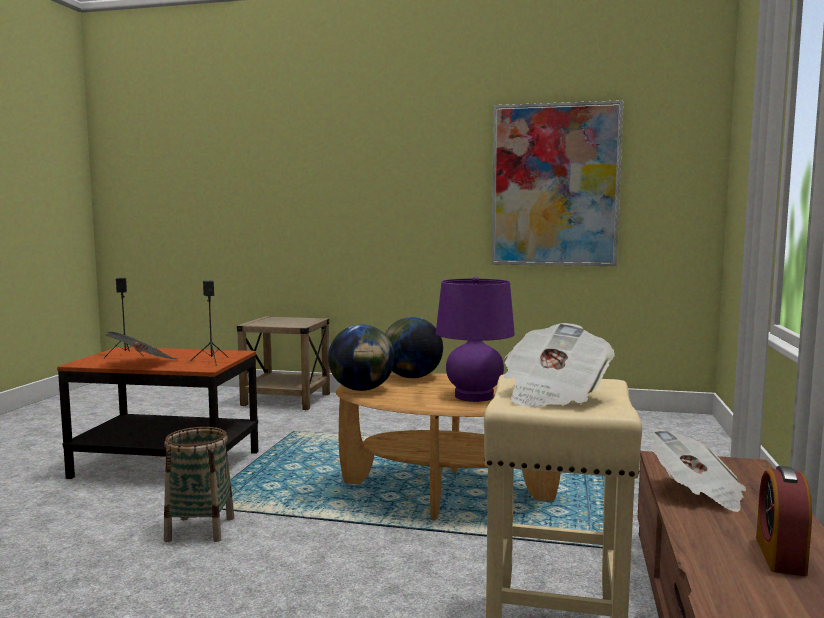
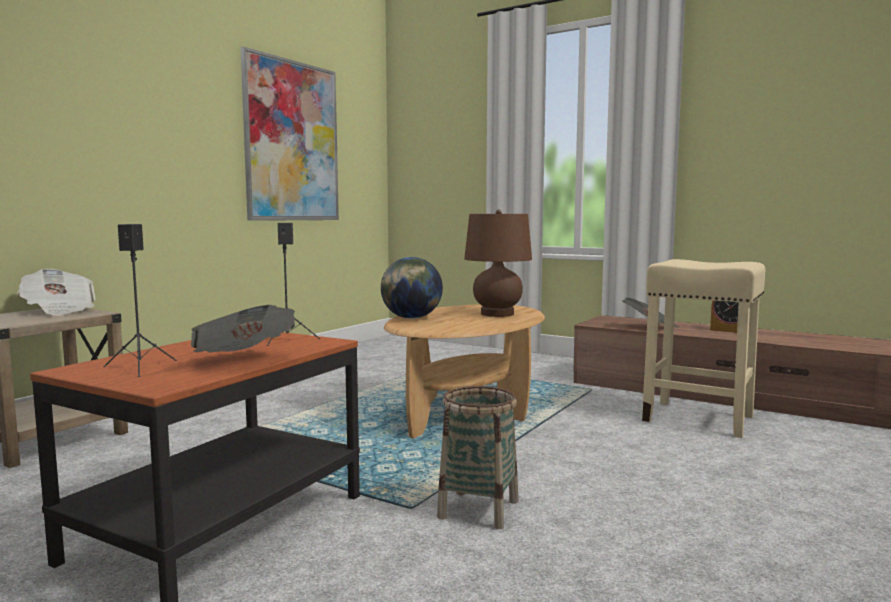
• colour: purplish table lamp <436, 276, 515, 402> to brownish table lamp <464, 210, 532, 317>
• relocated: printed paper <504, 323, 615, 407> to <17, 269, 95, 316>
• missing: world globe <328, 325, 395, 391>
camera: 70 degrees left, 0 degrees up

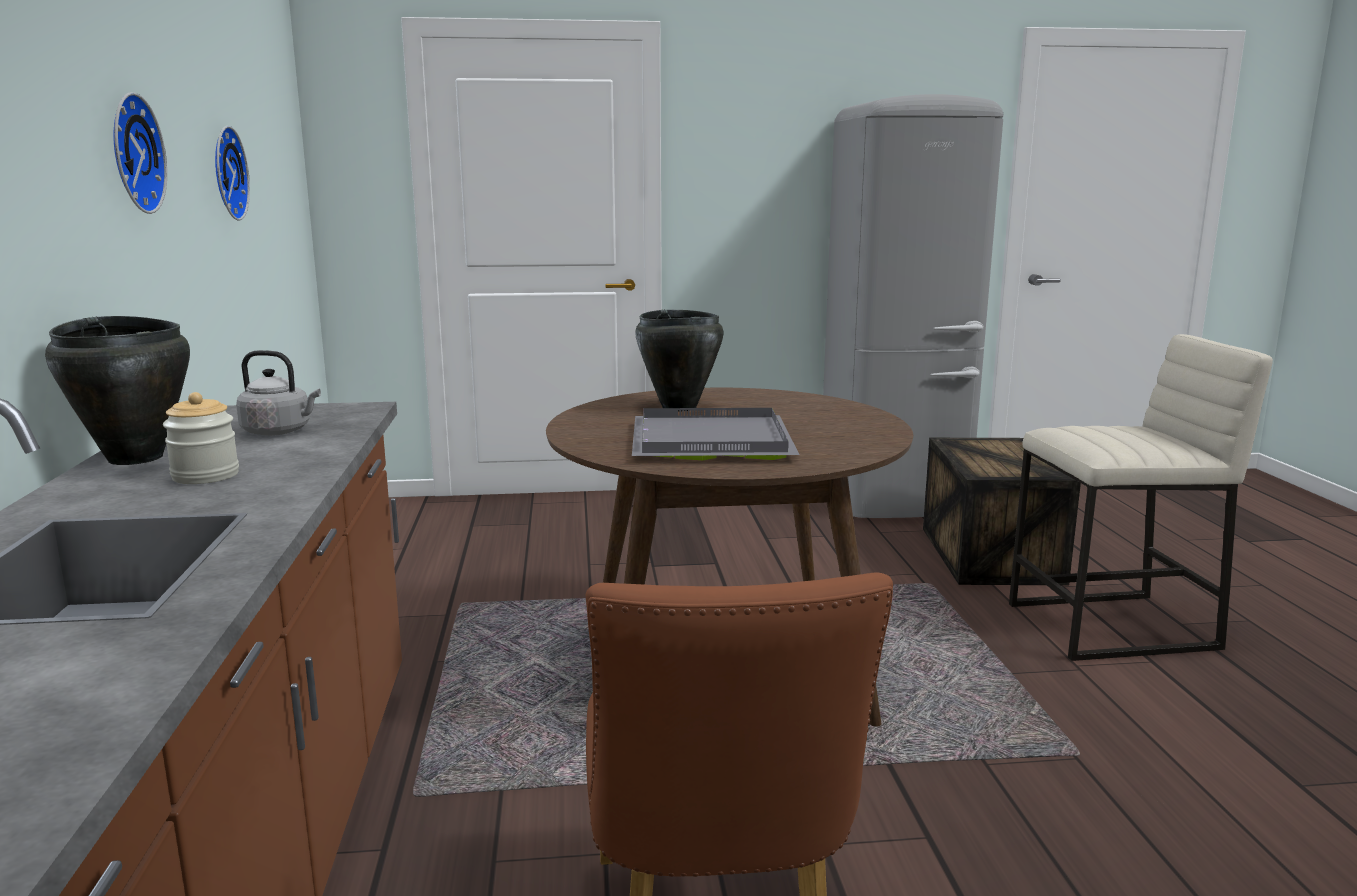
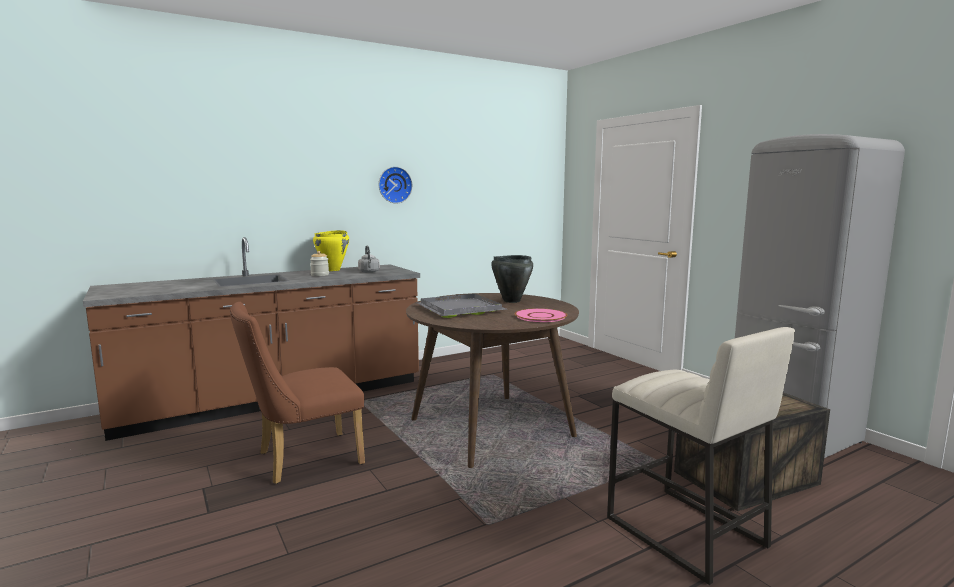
• missing: hanging clock <215, 126, 250, 221>
• colour: black-coloured stockpot <45, 316, 190, 465> to yellow stockpot <313, 230, 349, 271>
• appeared: pink plate <515, 308, 567, 322>
camera: 65 degrees right, 5 degrees down

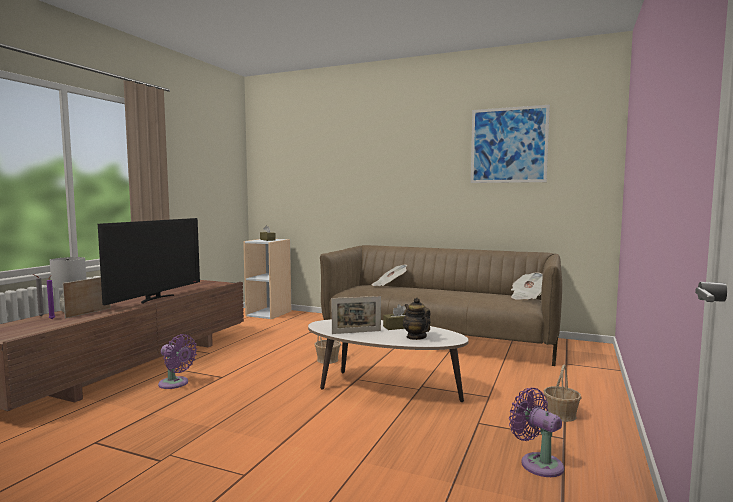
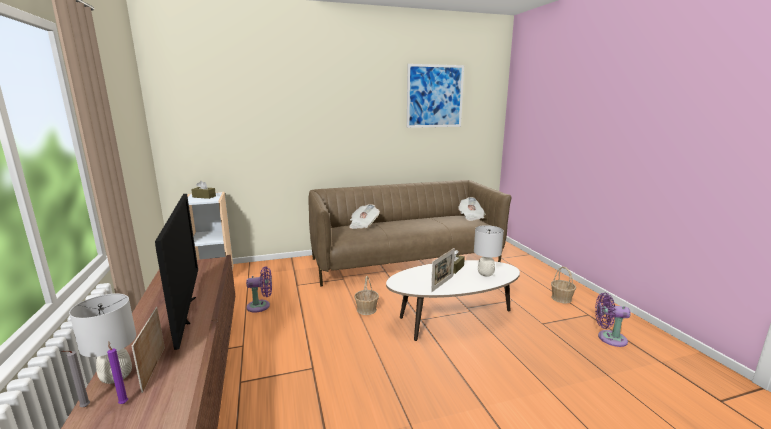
• exchanged: teapot <403, 297, 431, 340> to greyish table lamp <474, 225, 504, 277>
• relocated: purplish cooling fan <158, 334, 197, 389> to <246, 267, 272, 313>
camera: 40 degrees left, 10 degrees up

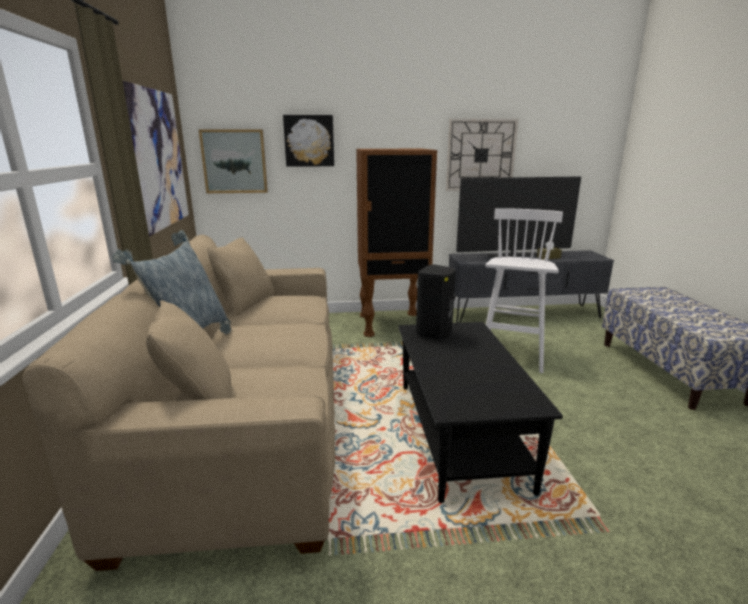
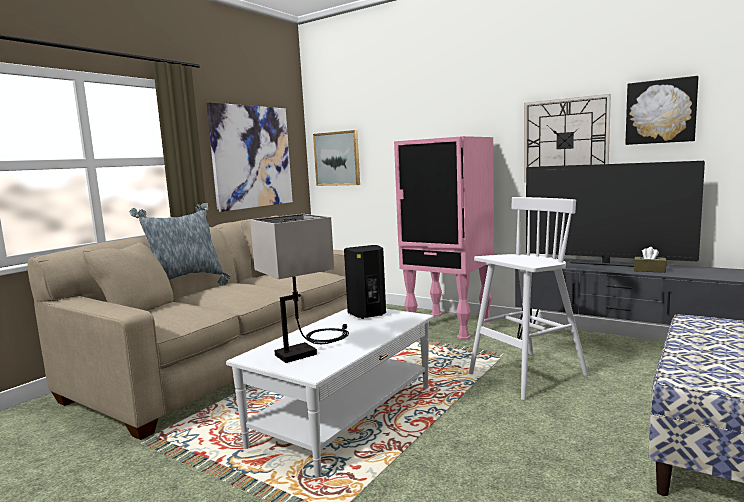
• relocated: wall picture <283, 115, 334, 167> to <625, 76, 699, 145>
• colour: brownish cupboard <356, 149, 437, 337> to pink cupboard <394, 136, 494, 340>
• colour: black-coloured low table <398, 322, 563, 503> to whitish low table <226, 309, 434, 477>
• appeared: table lamp <250, 214, 349, 363>
camera: 40 degrees right, 10 degrees down

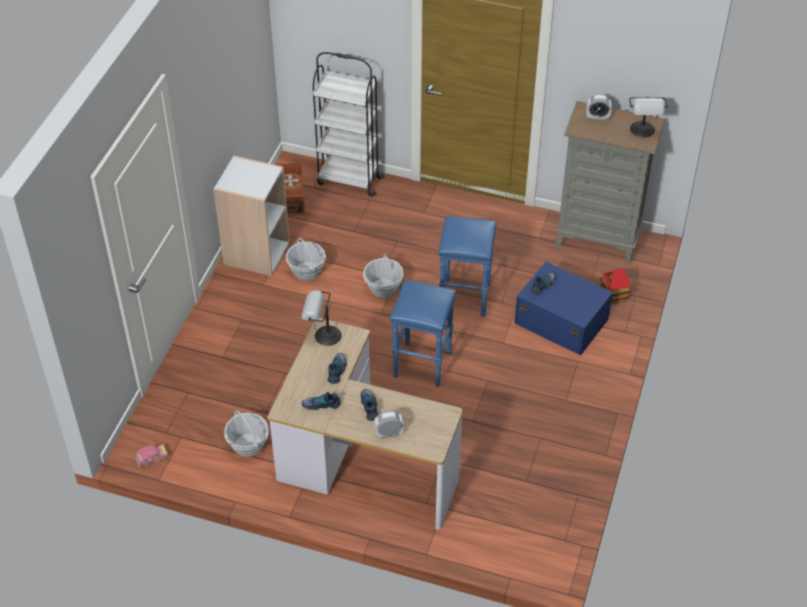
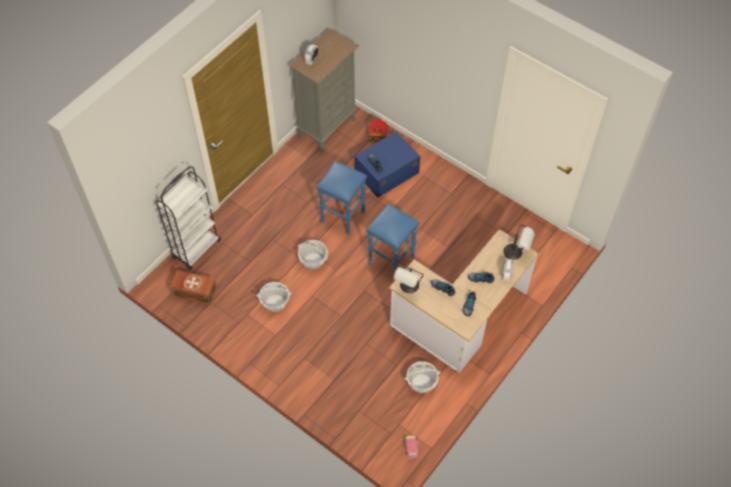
• relocated: table lamp <629, 97, 668, 137> to <503, 225, 535, 260>
• missing: bookcase <213, 156, 290, 276>
camera: 70 degrees left, 10 degrees up

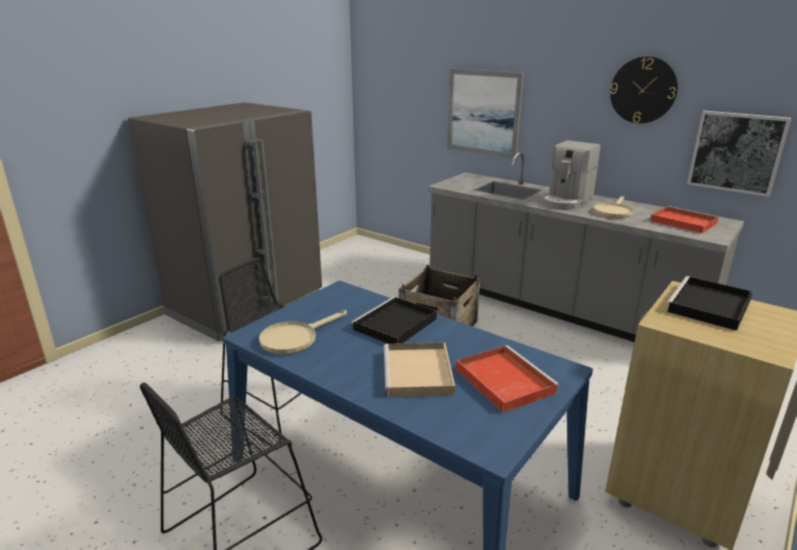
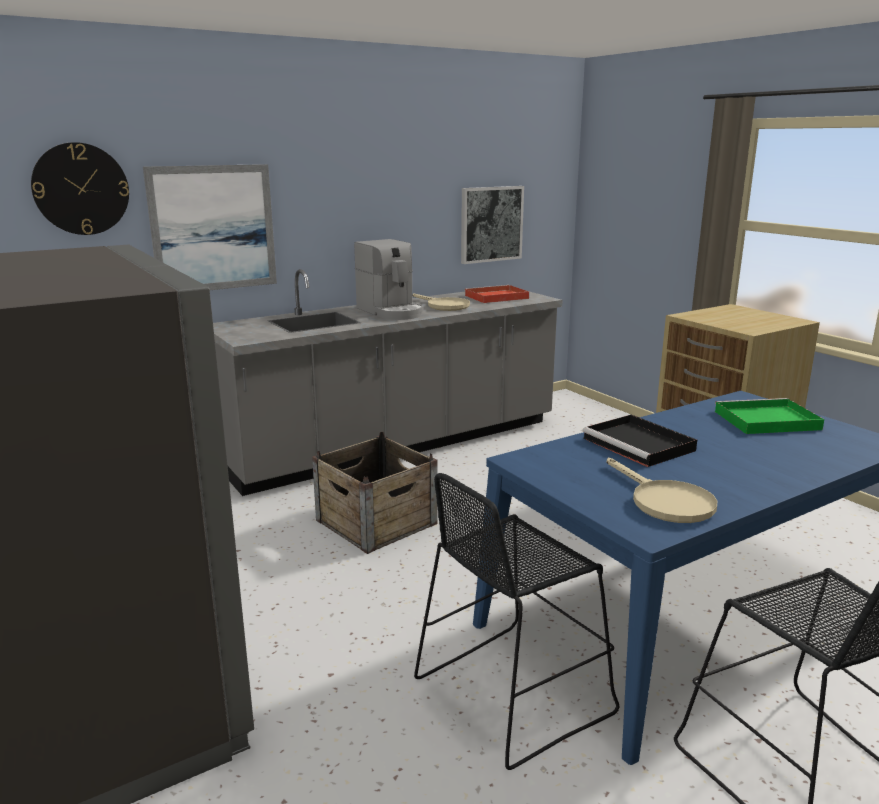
• relocated: hanging clock <610, 56, 678, 124> to <31, 142, 129, 235>
• missing: black-coloured serving tray <666, 276, 753, 331>
• missing: sand-coloured serving tray <384, 342, 455, 397>
• colour: reddish serving tray <456, 345, 559, 413> to green serving tray <715, 398, 824, 434>
camera: 70 degrees left, 5 degrees down

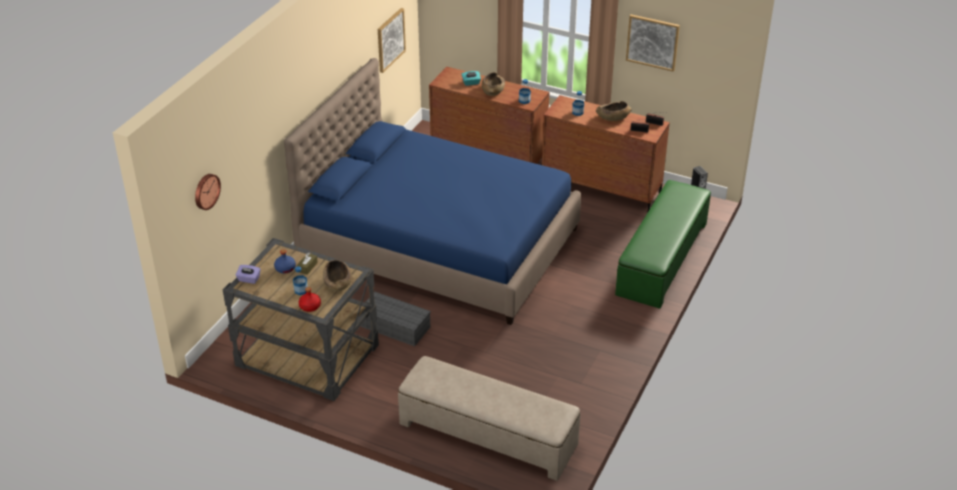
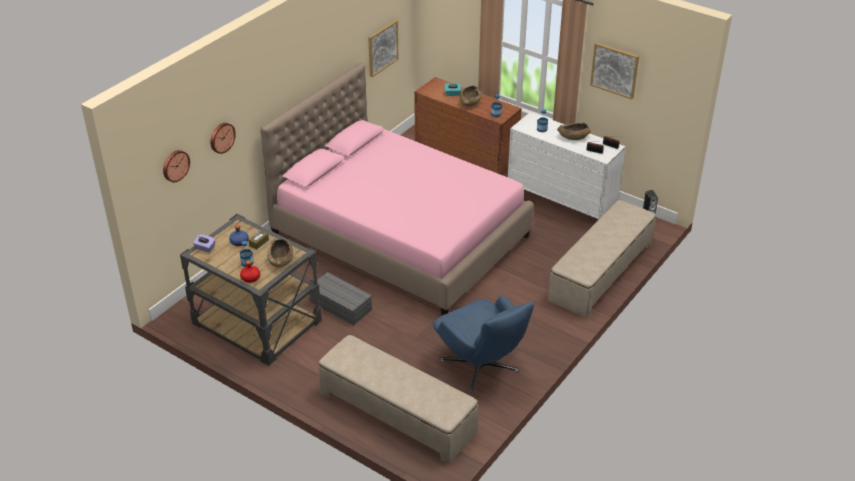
• colour: bluish bedroom bed <284, 58, 581, 325> to pink bedroom bed <260, 63, 533, 315>
• colour: brownish drawer chest <542, 95, 670, 213> to whitish drawer chest <508, 112, 625, 219>
• colour: green bench <615, 180, 711, 309> to sand-coloured bench <548, 200, 656, 318>
• appeared: hanging clock <211, 123, 236, 154>
• appeared: bluish lounge chair <433, 295, 534, 393>
camera: 10 degrees right, 0 degrees up

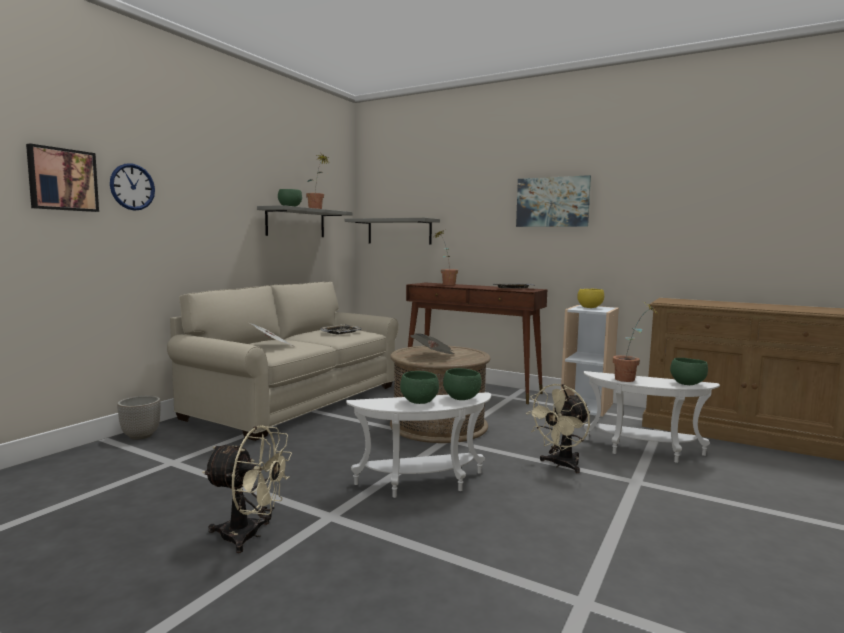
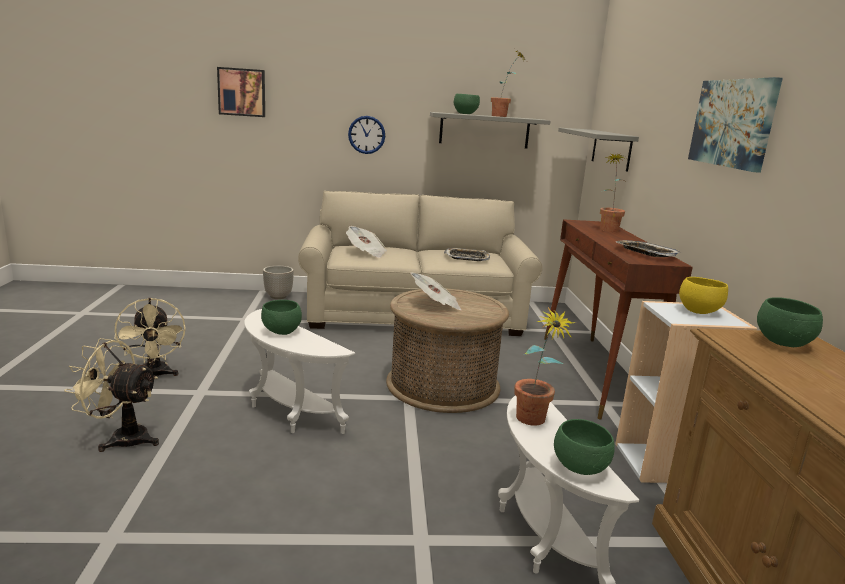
• relocated: hanging clock <110, 163, 155, 211> to <348, 116, 385, 154>
• relocated: green bowl <443, 368, 482, 400> to <757, 297, 823, 347>
• relocated: sand-coloured cooling fan <526, 384, 590, 473> to <64, 338, 159, 452>
camera: 55 degrees right, 10 degrees up

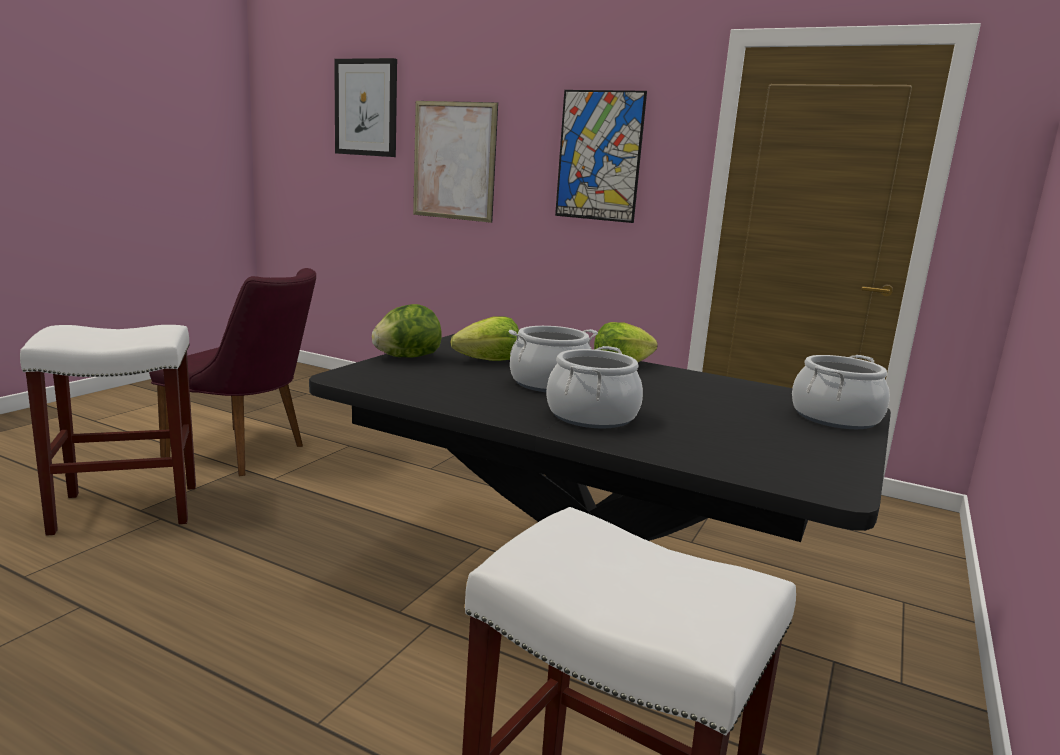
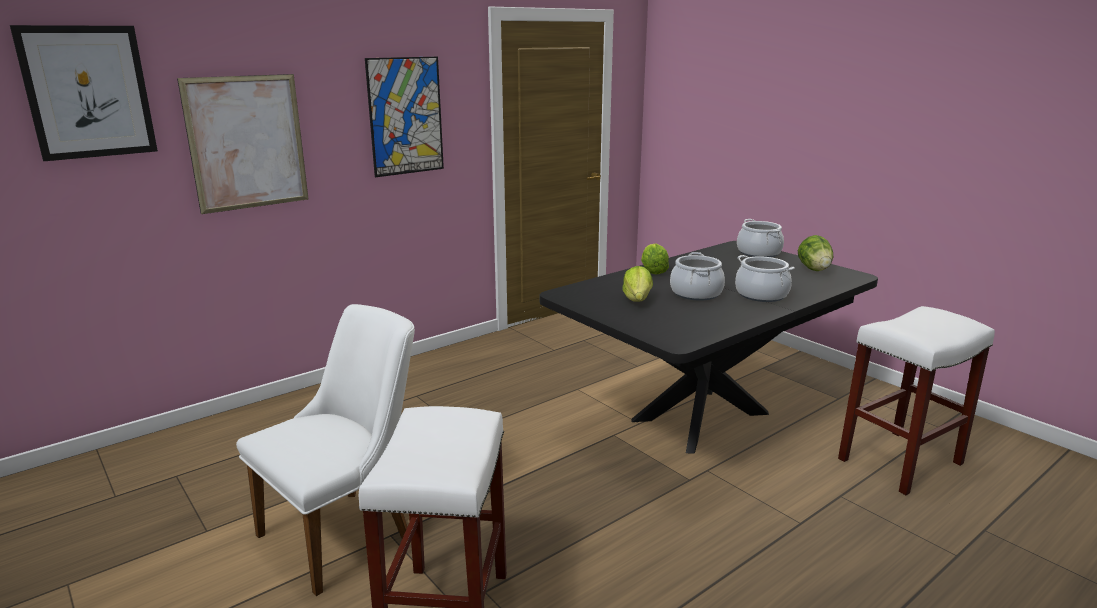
• colour: purplish chair <149, 268, 316, 476> to whitish chair <236, 304, 415, 596>
• relocated: lettuce head <372, 304, 442, 357> to <798, 235, 833, 271>
camera: 65 degrees left, 5 degrees up

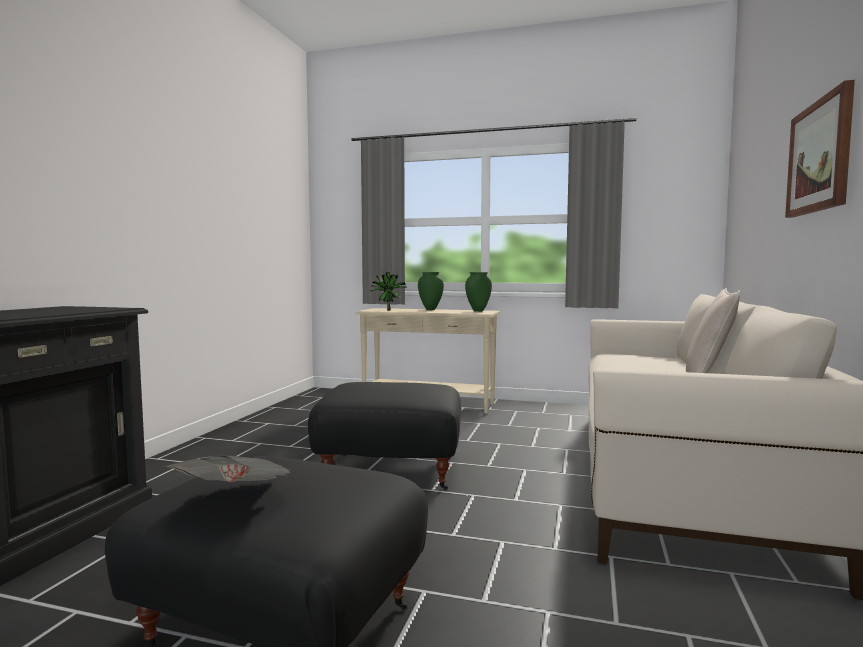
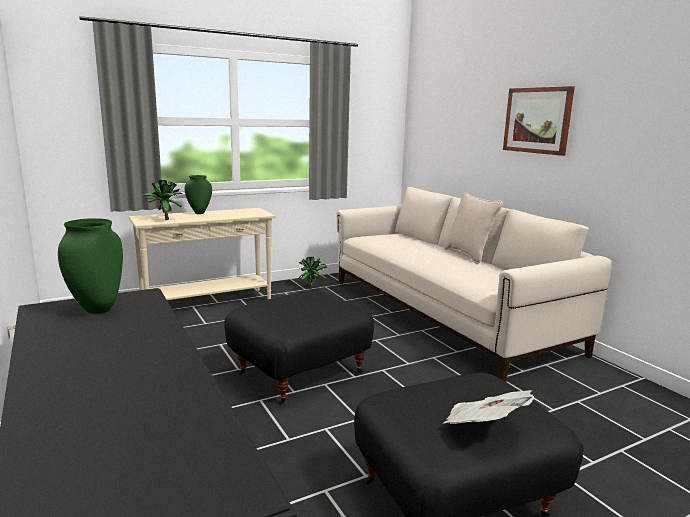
• relocated: green flower vase <465, 272, 492, 312> to <58, 218, 123, 314>
• appeared: potted plant <298, 257, 327, 289>
camera: 45 degrees left, 10 degrees up

